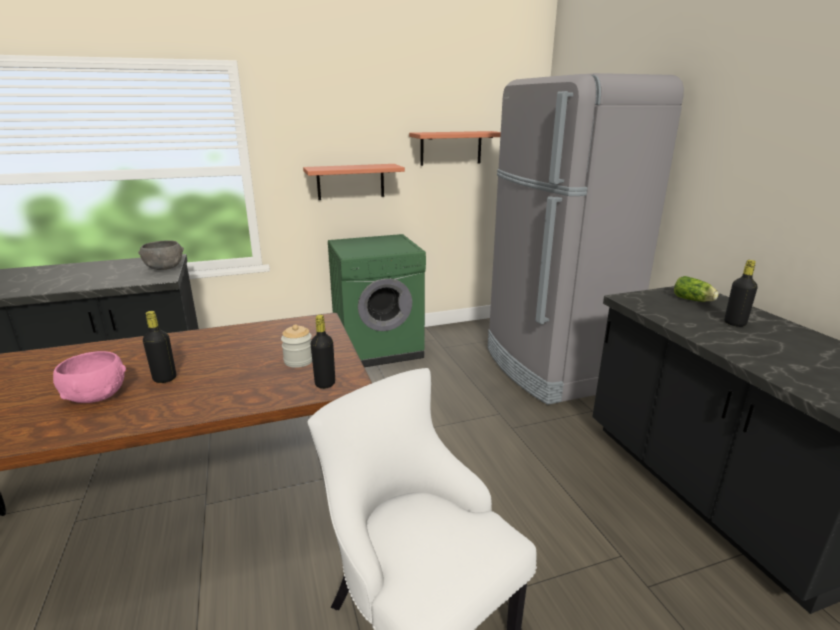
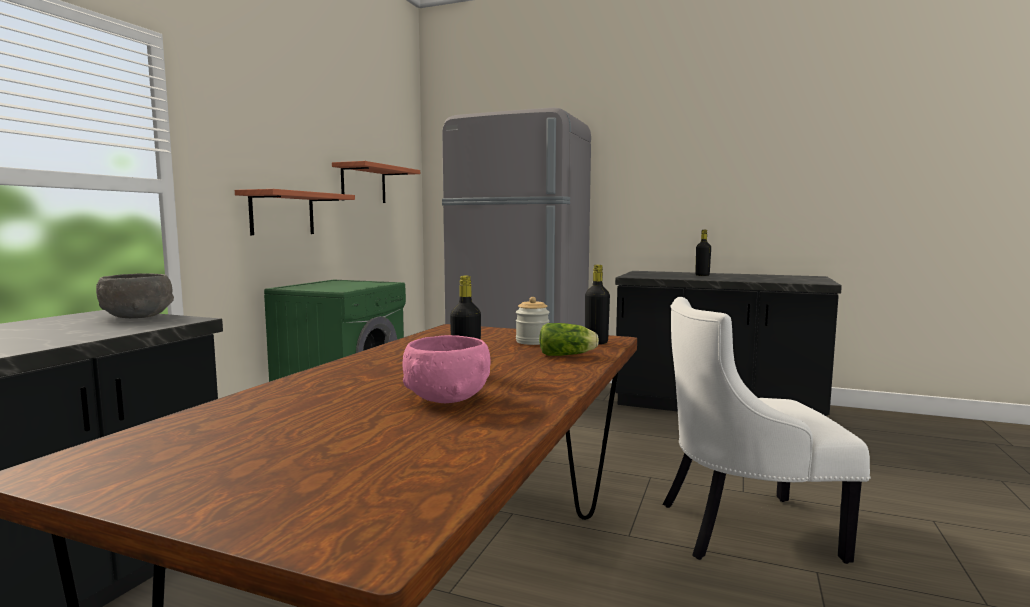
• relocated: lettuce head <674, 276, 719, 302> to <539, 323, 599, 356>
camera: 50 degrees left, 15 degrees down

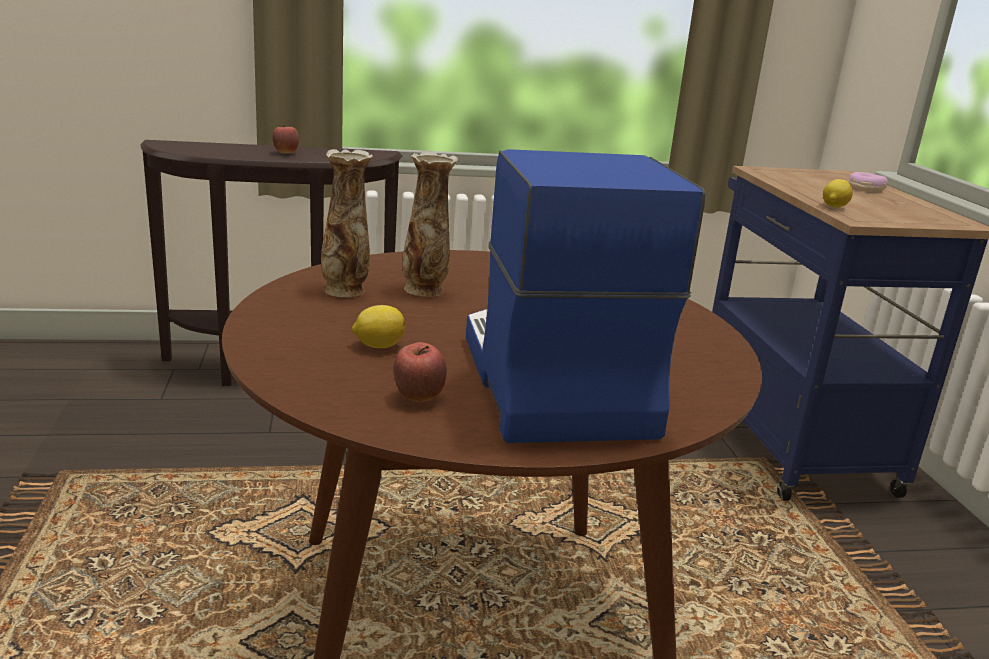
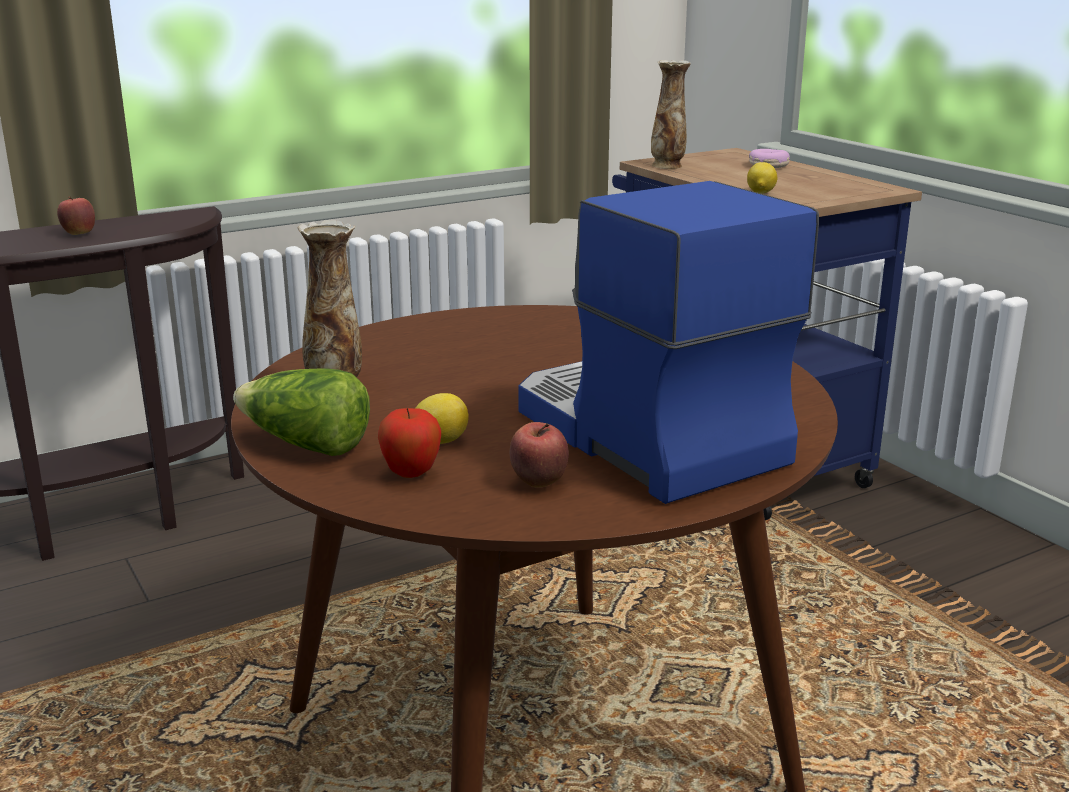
• relocated: flower vase <403, 151, 458, 297> to <651, 60, 691, 169>
• appeared: lettuce head <233, 368, 370, 456>
• appeared: whole apple <378, 408, 441, 478>
camera: 20 degrees left, 0 degrees up

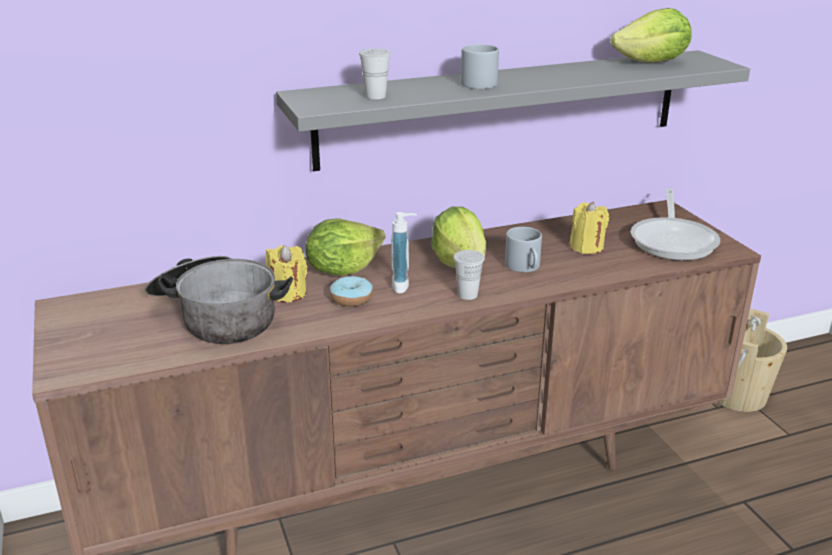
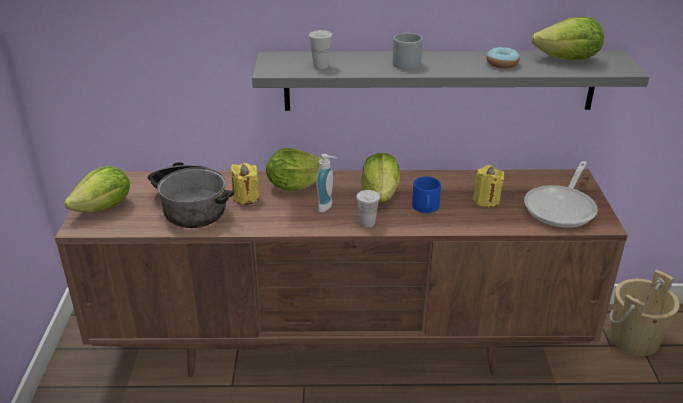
• colour: greyish coffee mug <505, 227, 542, 272> to bluish coffee mug <412, 177, 441, 213>
• relocated: donut <330, 276, 373, 307> to <487, 47, 520, 68>
• appeared: lettuce head <64, 166, 130, 213>
camera: 20 degrees right, 5 degrees up

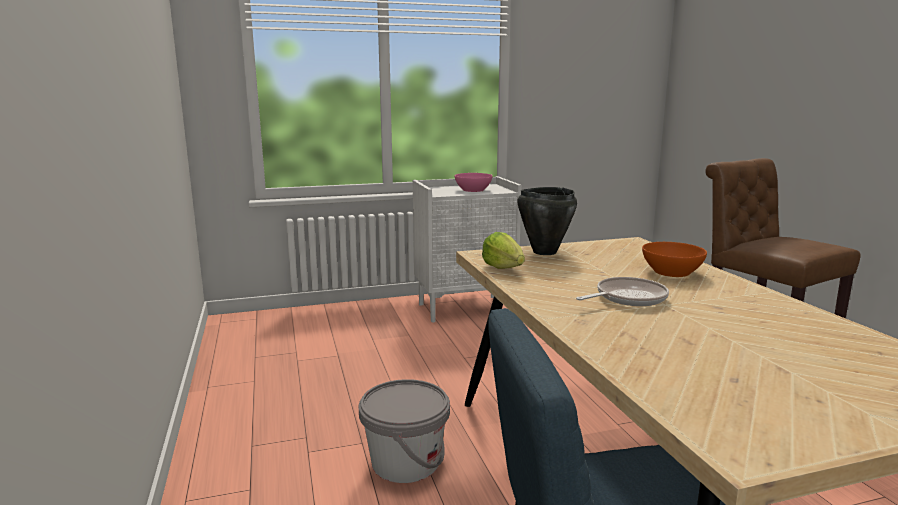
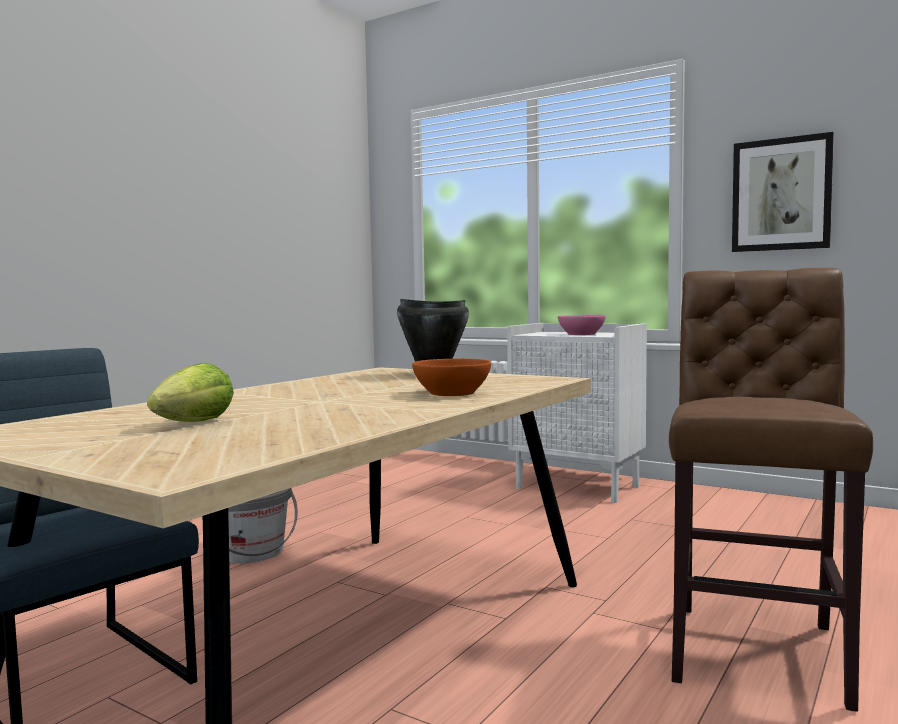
• relocated: lettuce head <482, 232, 525, 269> to <147, 363, 234, 422>
• missing: pan <576, 277, 669, 306>
• appeared: wall picture <732, 132, 834, 252>
camera: 50 degrees right, 10 degrees down

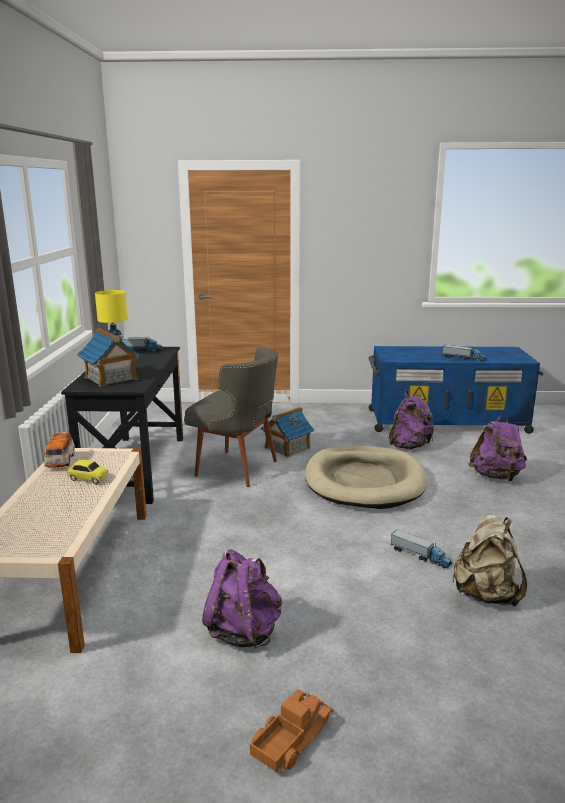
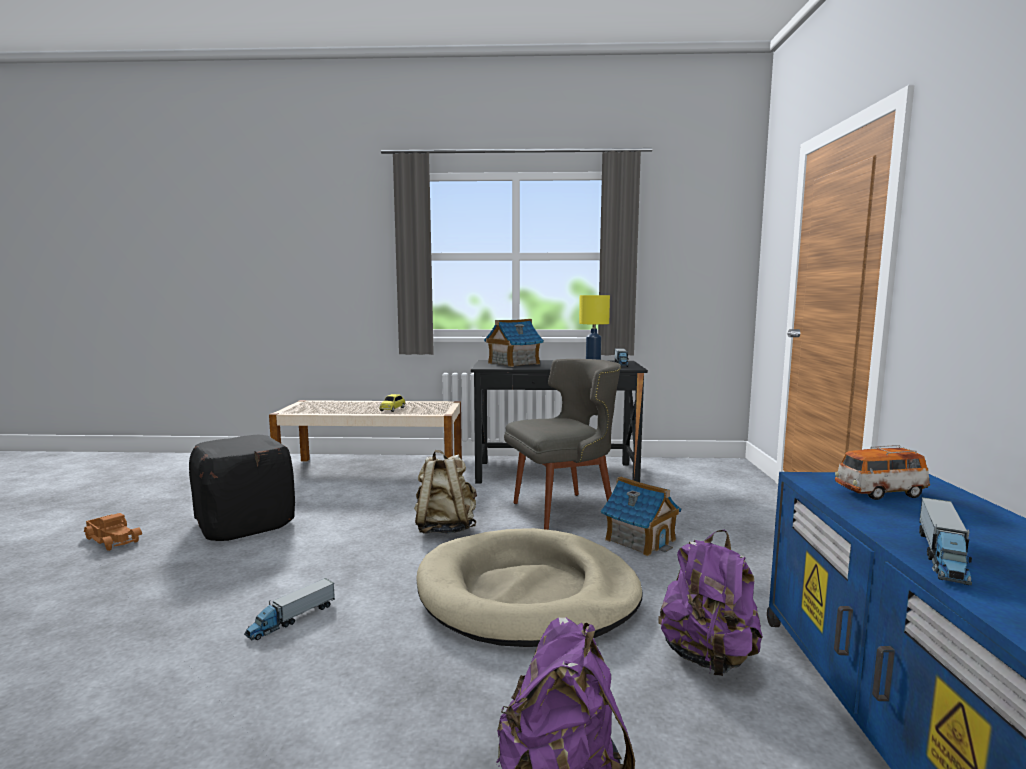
• spun: greyish chair <184, 347, 278, 487> = <504, 359, 621, 530> 135 degrees counterclockwise
• relocated: miniature car <43, 432, 75, 468> to <835, 445, 930, 500>
• relocated: sand-coloured knapsack <452, 515, 527, 607> to <414, 450, 477, 534>
• exchanged: purplish knapsack <202, 549, 282, 649> to black-coloured ottoman <189, 435, 295, 541>
camera: 90 degrees right, 10 degrees down

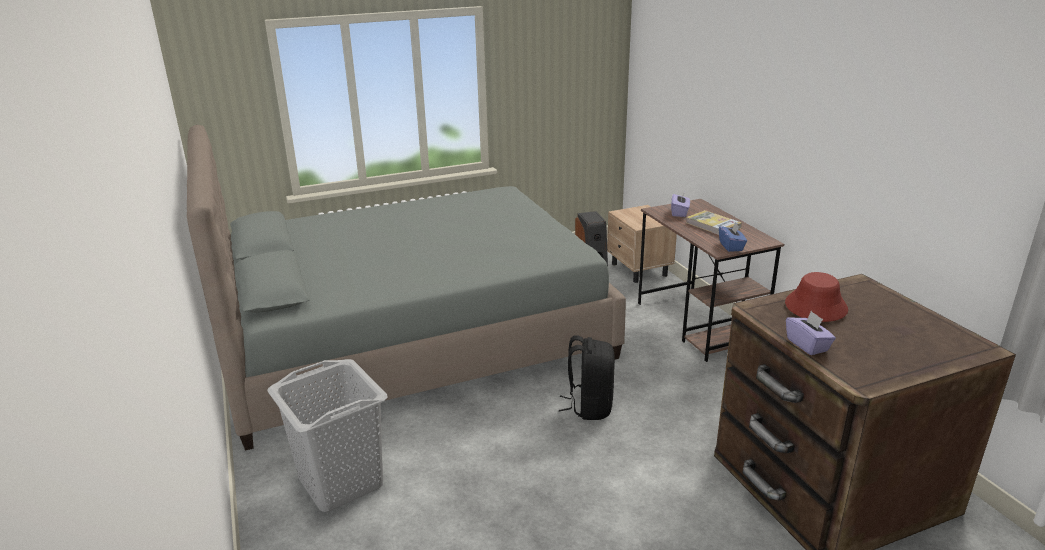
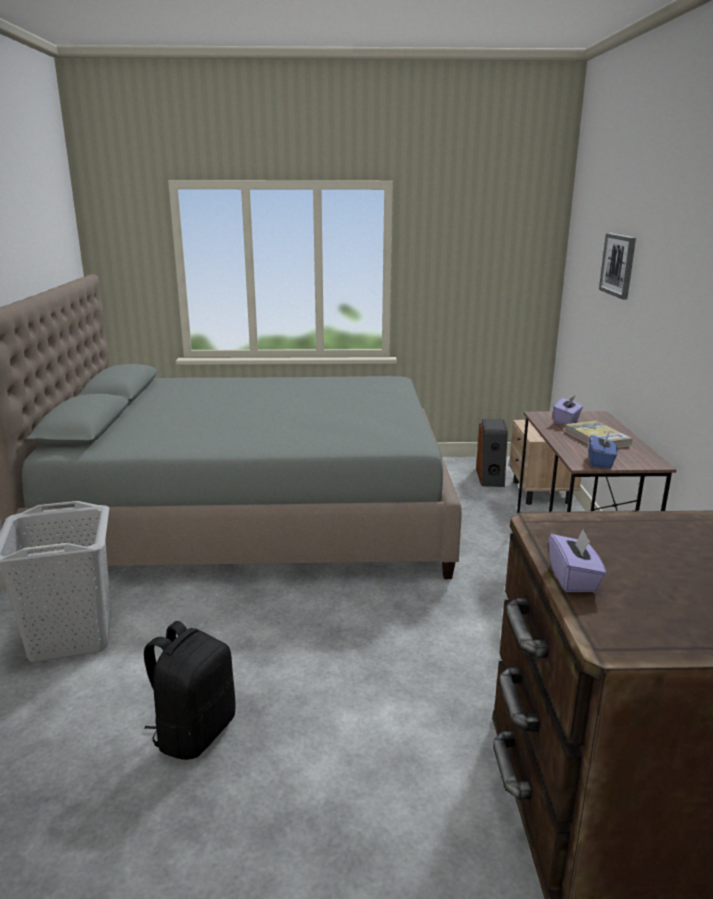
• missing: reddish hat <785, 272, 848, 322>
• relocated: black-coloured knapsack <558, 335, 615, 420> to <144, 621, 236, 760>
• appeared: wall picture <599, 233, 636, 300>
camera: 20 degrees right, 5 degrees down

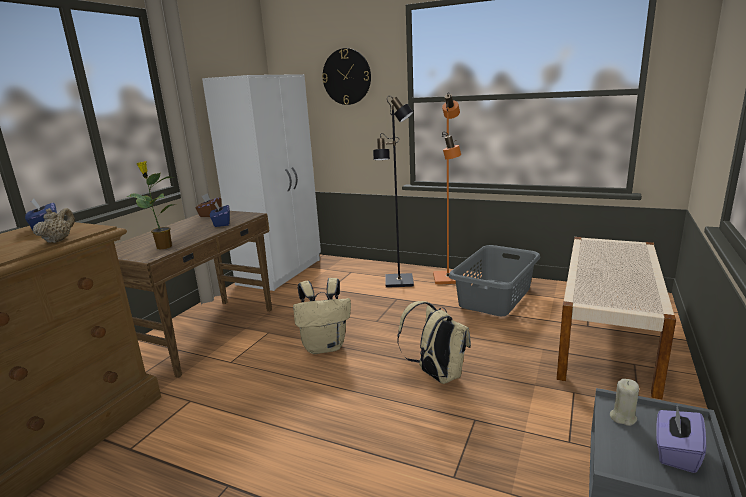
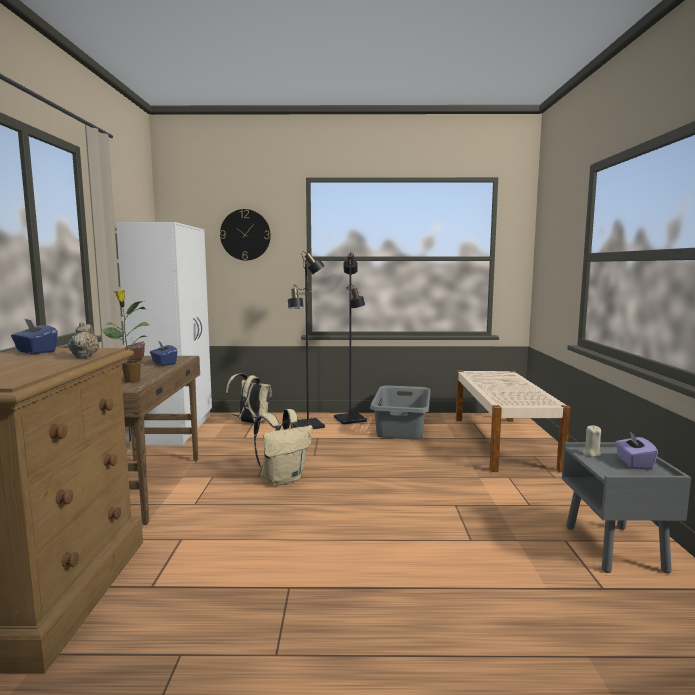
• colour: orange-coloured standard lamp <433, 92, 461, 284> to black-coloured standard lamp <334, 252, 367, 424>
• relocated: sand-coloured knapsack <397, 301, 471, 384> to <225, 374, 272, 424>
camera: 25 degrees left, 10 degrees down

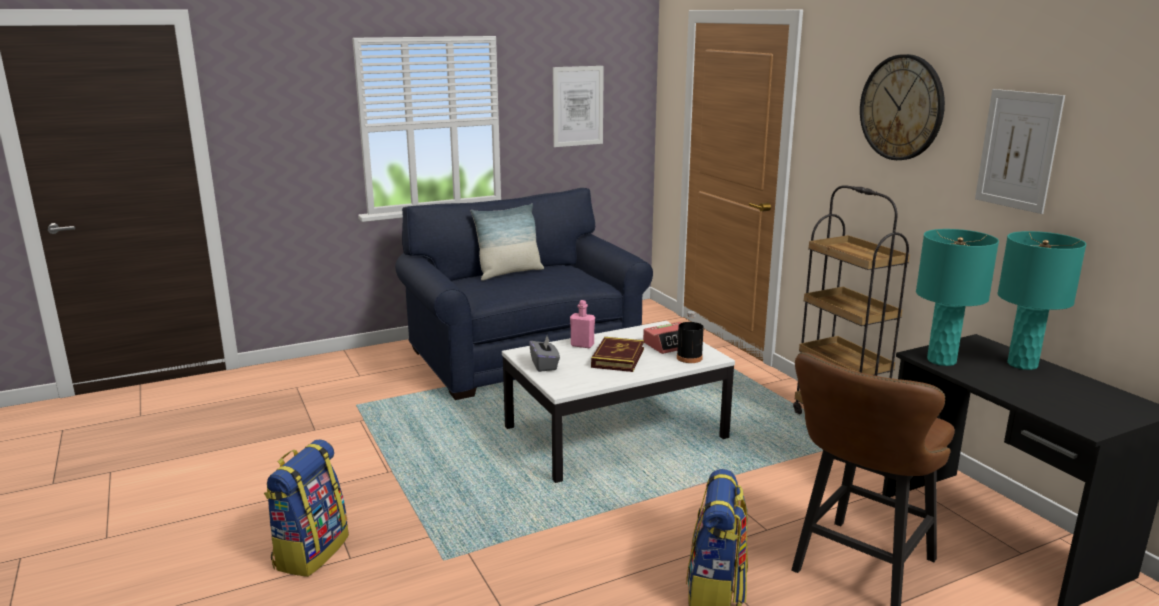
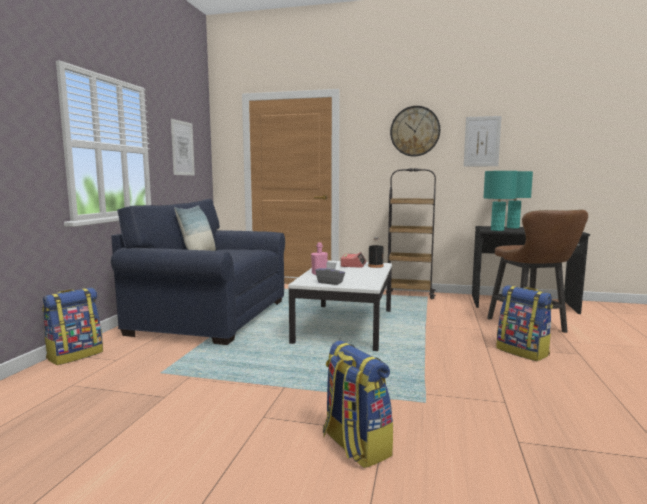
• missing: book <591, 337, 644, 372>
• appeared: knapsack <42, 287, 103, 365>
camera: 50 degrees left, 10 degrees down

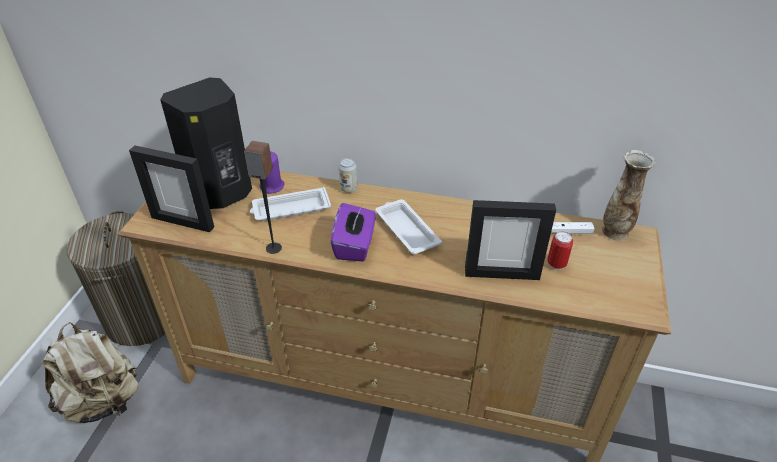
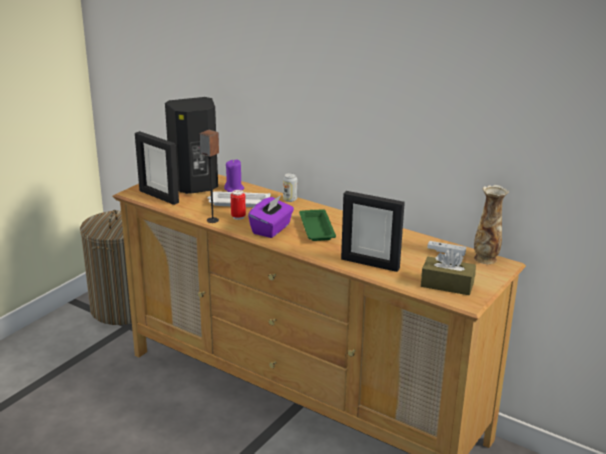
• colour: whitish serving tray <375, 199, 442, 255> to green serving tray <299, 209, 336, 241>
• relocated: sealed can <547, 232, 573, 270> to <231, 190, 246, 220>
• missing: sand-coloured knapsack <42, 322, 138, 423>
• appeared: brownish tissue holder <421, 249, 476, 295>
camera: 20 degrees right, 15 degrees down

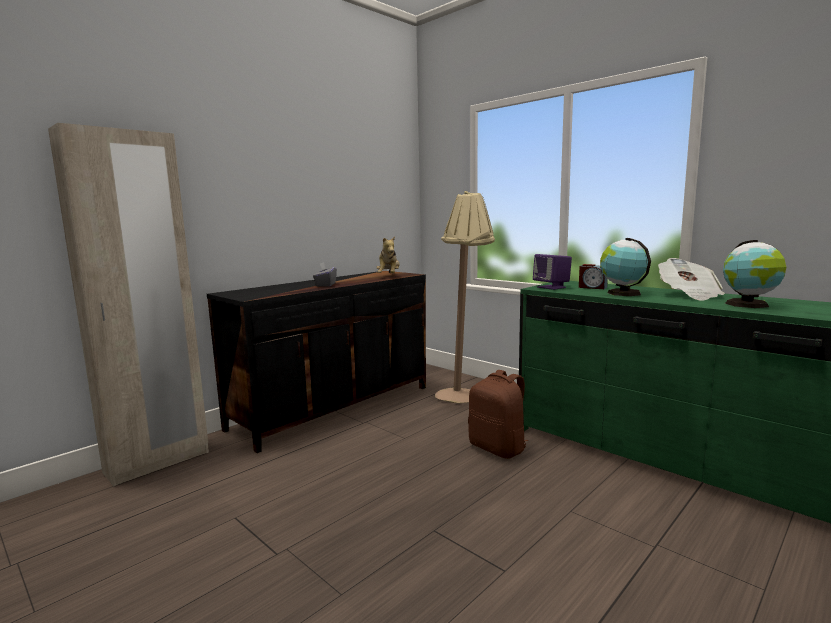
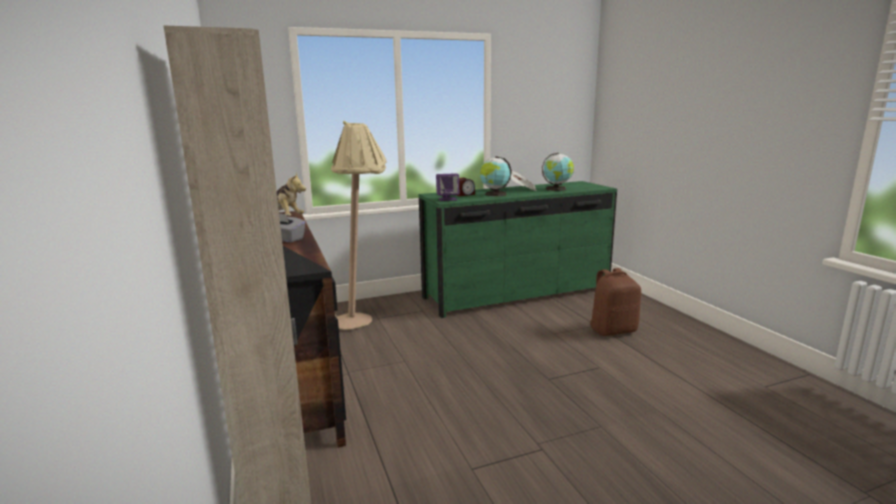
• relocated: brownish knapsack <468, 370, 528, 459> to <590, 268, 641, 336>
camera: 65 degrees left, 5 degrees up

